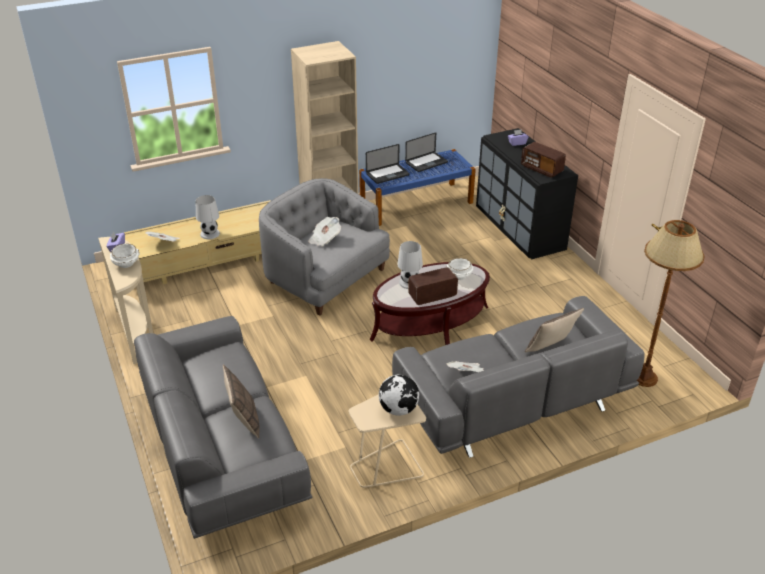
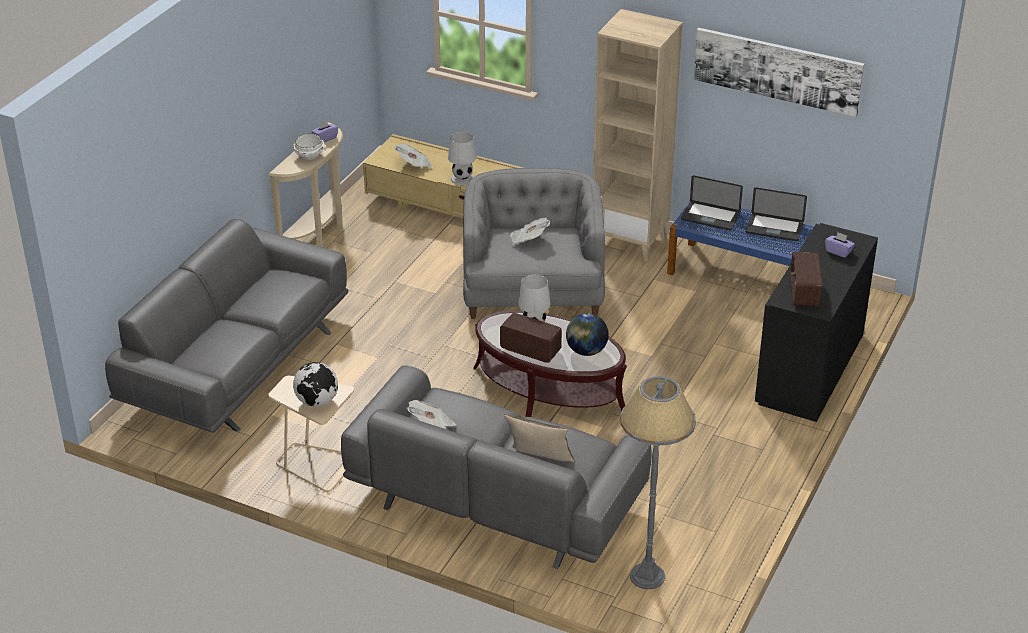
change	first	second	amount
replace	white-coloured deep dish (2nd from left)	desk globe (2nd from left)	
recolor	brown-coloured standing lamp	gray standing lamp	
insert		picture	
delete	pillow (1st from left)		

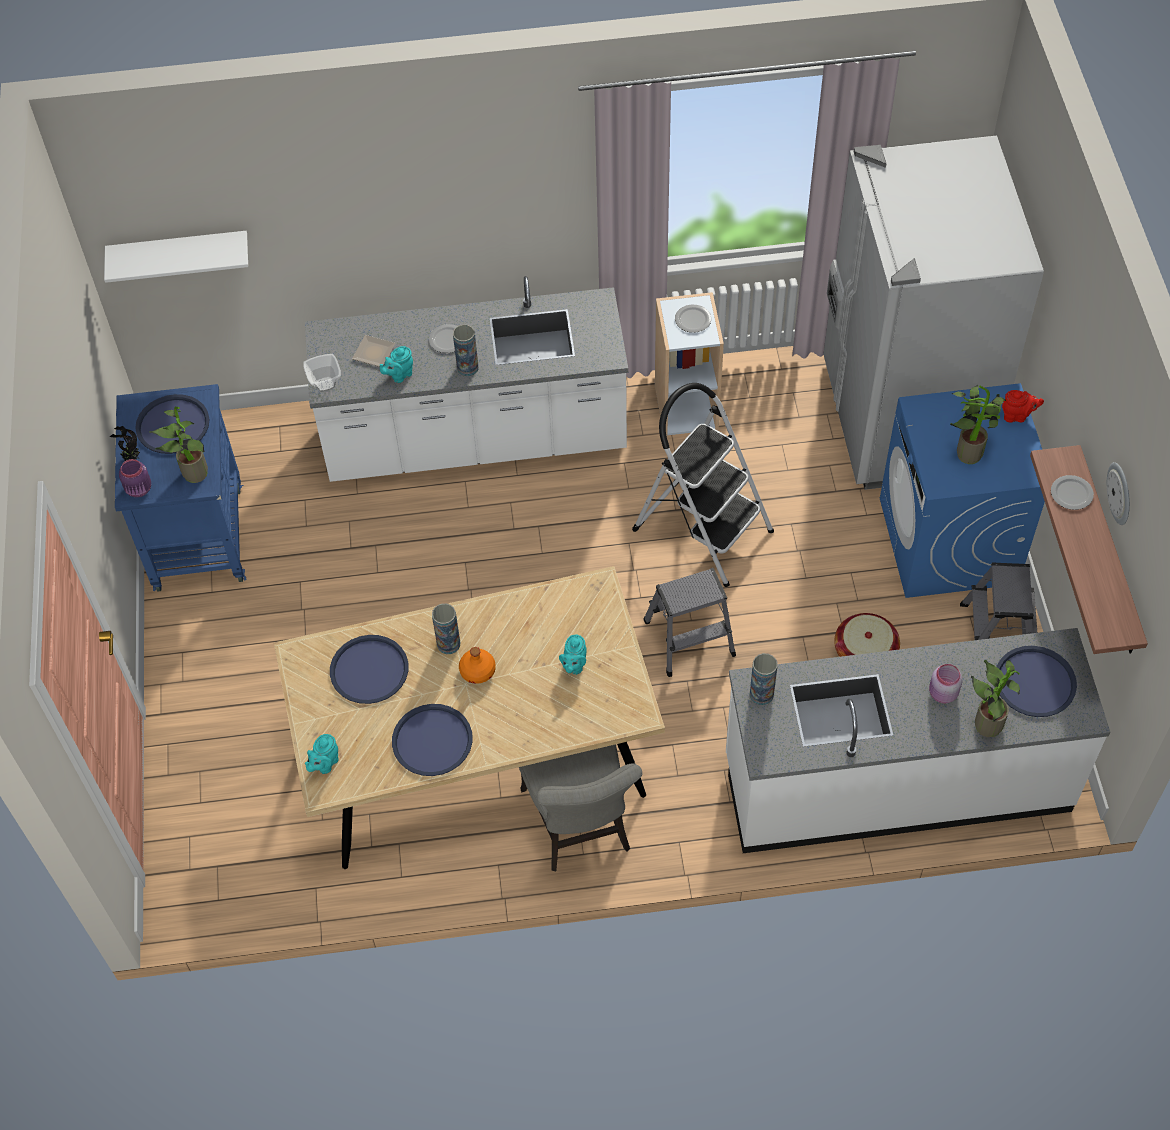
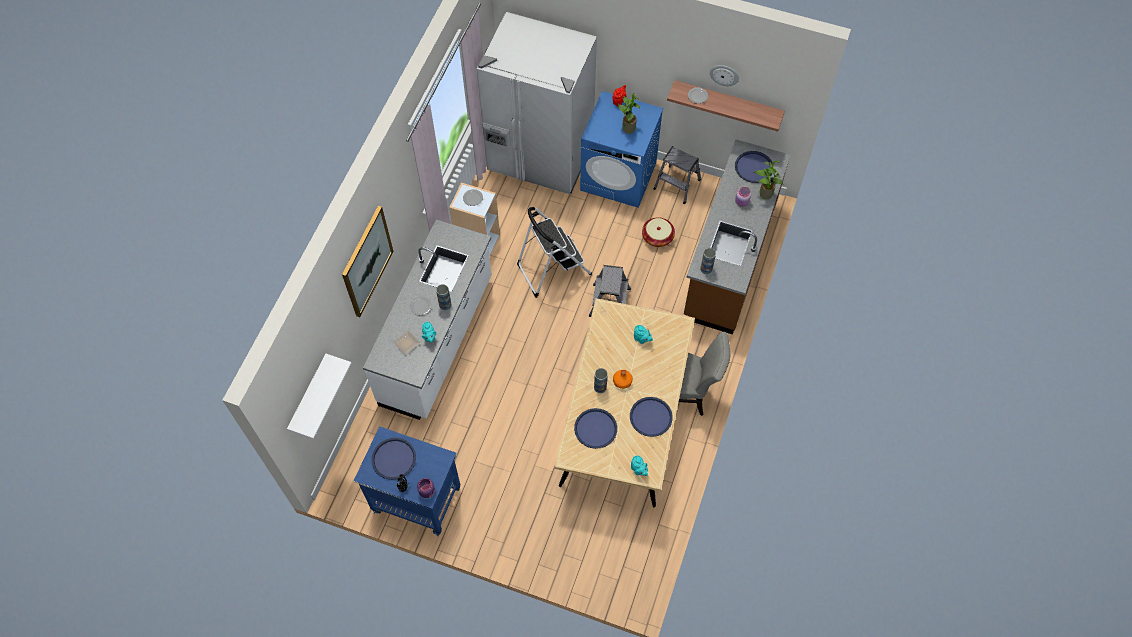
change	first	second	amount
insert		picture	
recolor	white-coloured kitchen base unit (2nd from left)	brown-coloured kitchen base unit	
delete	potted plant (2nd from left)		
delete	deep dish		

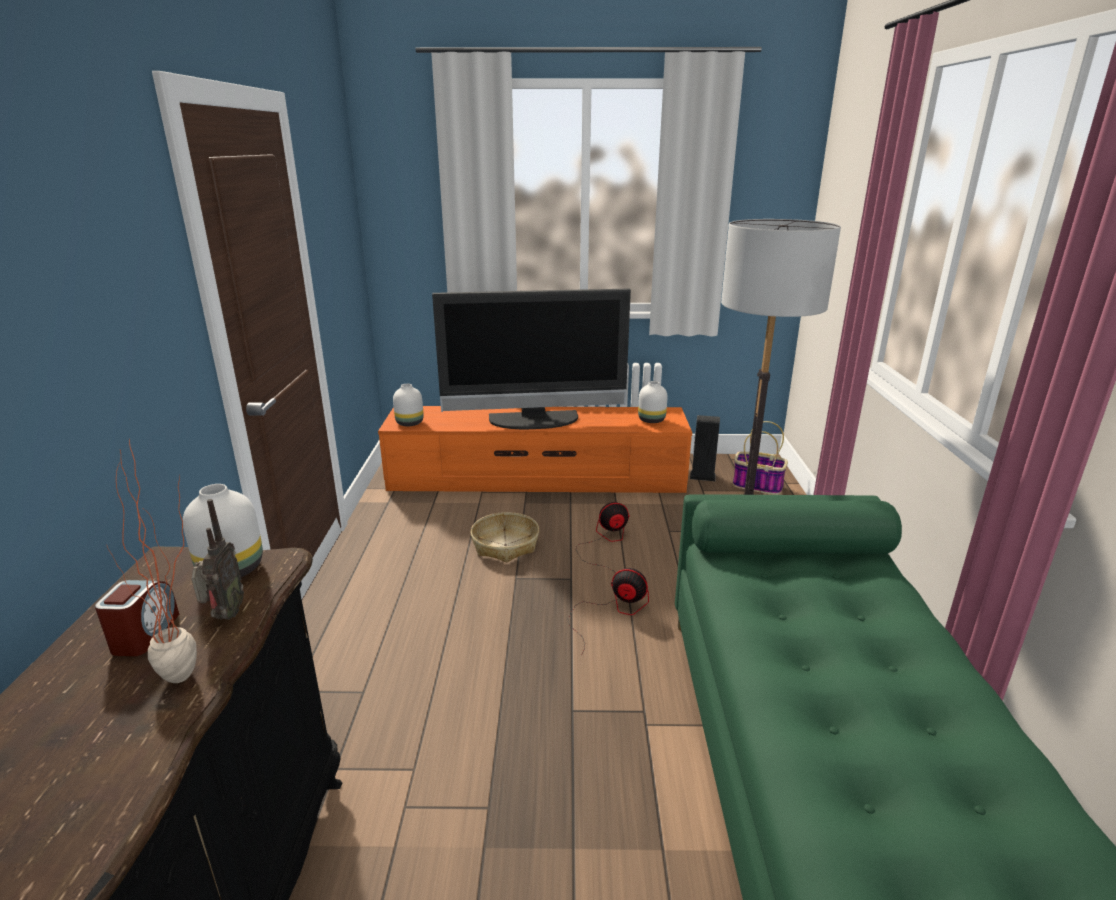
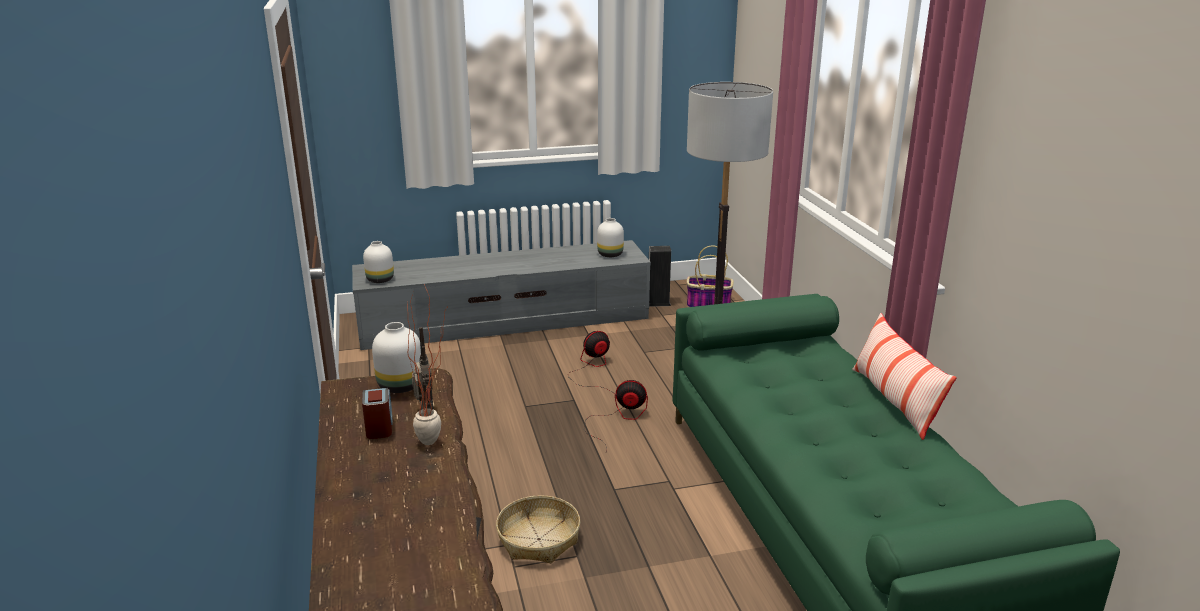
change	first	second	amount
recolor	orange tv unit	gray tv unit	
move	storage basket (1st from left)		
insert		pillow	
delete	TV set		

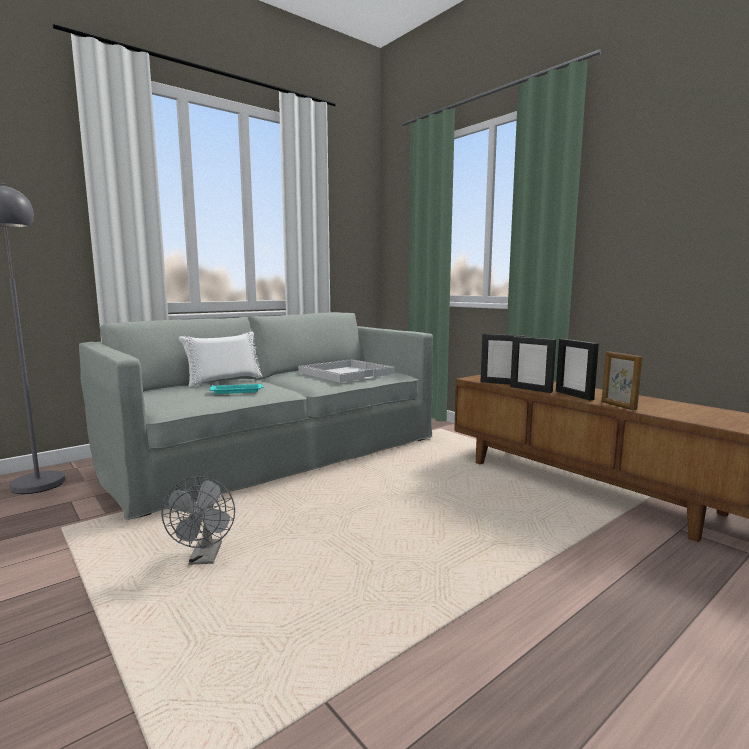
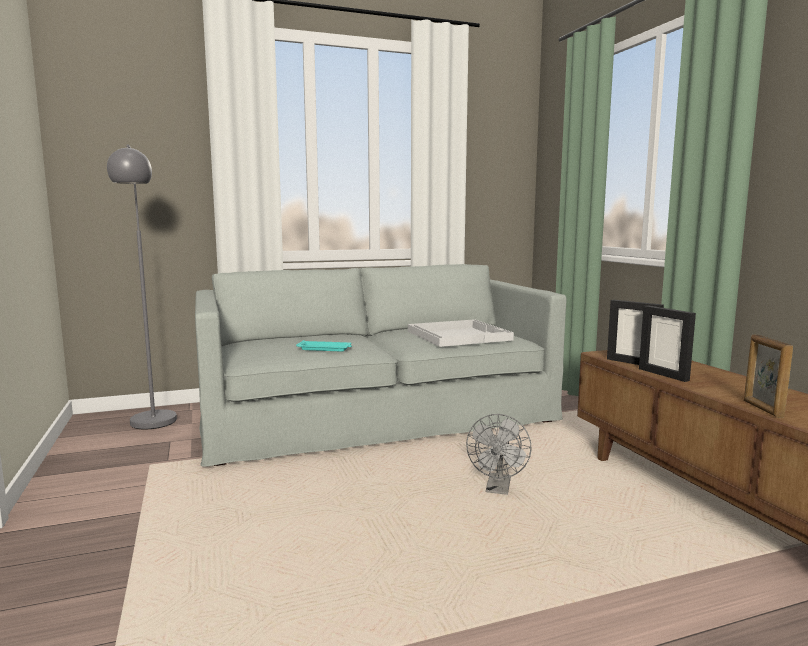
change	first	second	amount
move	gray electric fan		
delete	white-coloured pillow		
delete	standing frame (3rd from left)		

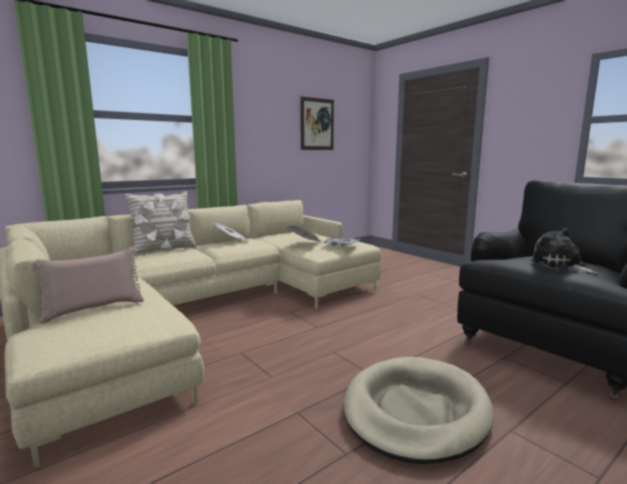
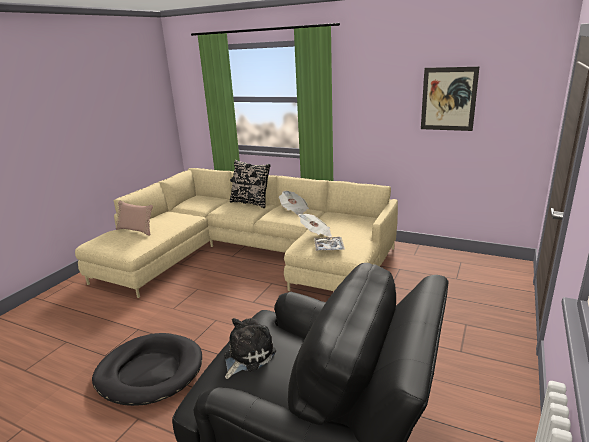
change	first	second	amount
recolor	sand-coloured pet bed	black pet bed	
recolor	sand-coloured pillow (2nd from left)	black pillow	

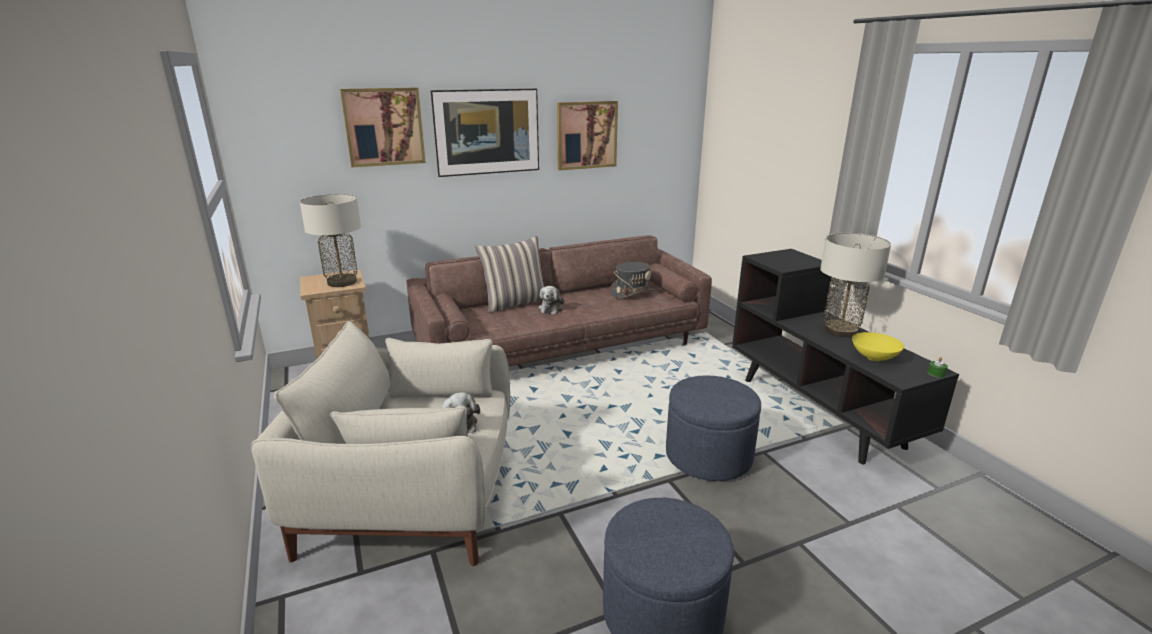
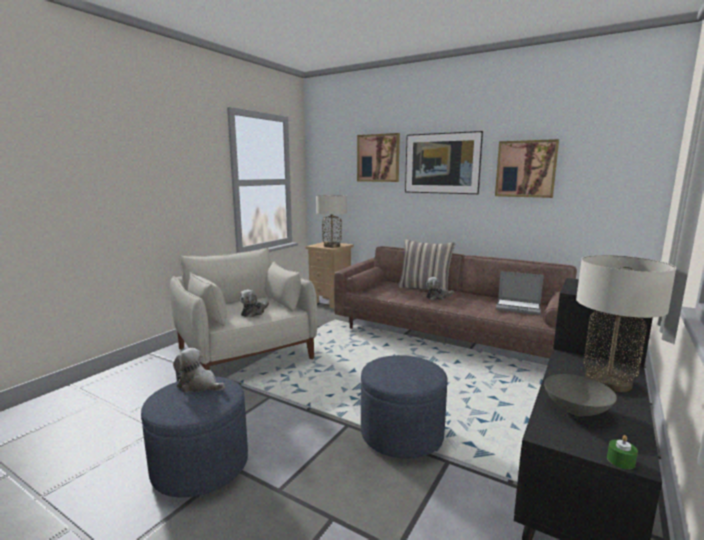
change	first	second	amount
insert		soft toy (1st from left)	
replace	gray wearable hat	portable computer	
recolor	yellow-coloured deep dish	gray deep dish	

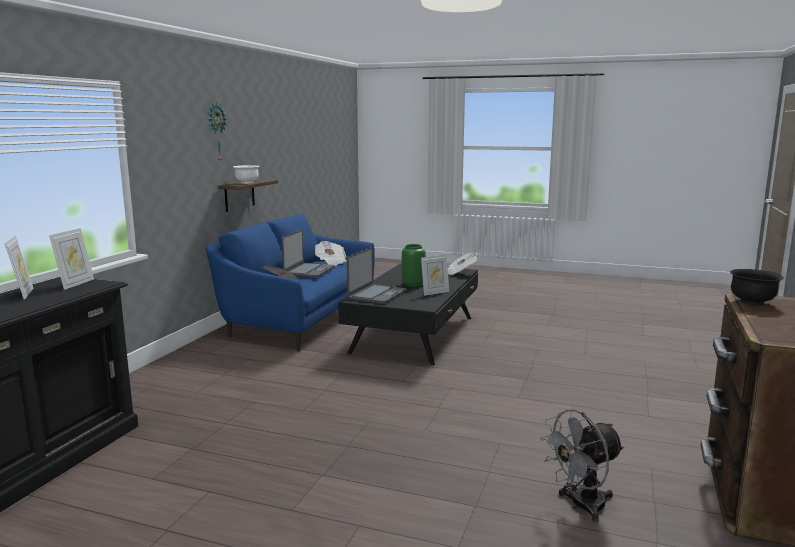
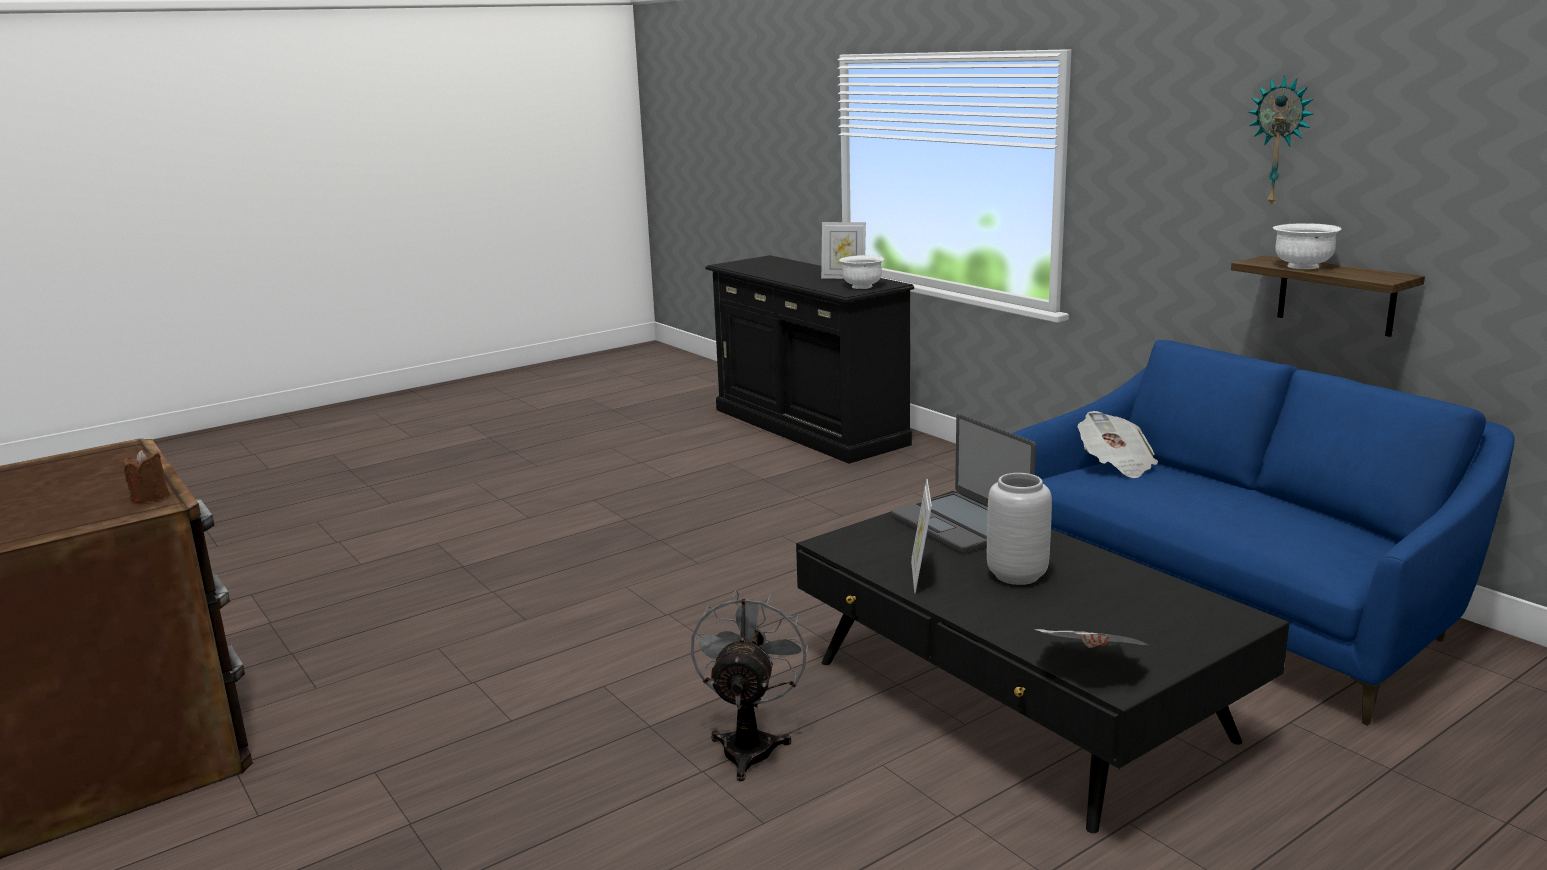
change	first	second	amount
replace	black deep dish	brown-coloured wax light	
move	gray electric fan		
replace	standing frame (2nd from left)	white-coloured deep dish (1st from left)	
recolor	green decorative vase	gray decorative vase	
delete	portable computer (1st from left)		
delete	printed paper (2nd from left)		

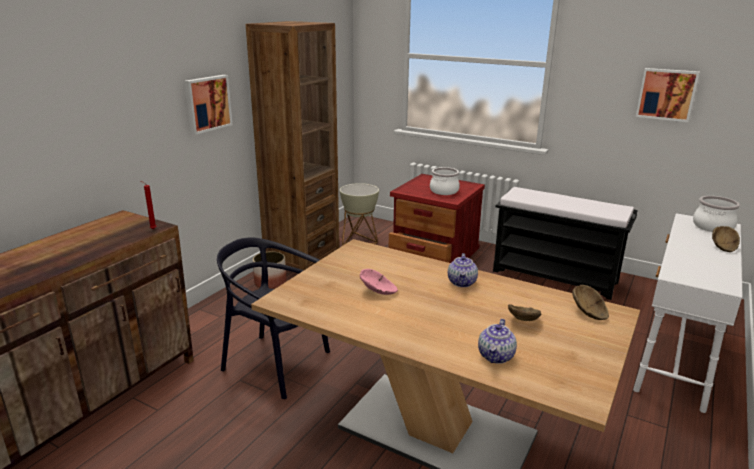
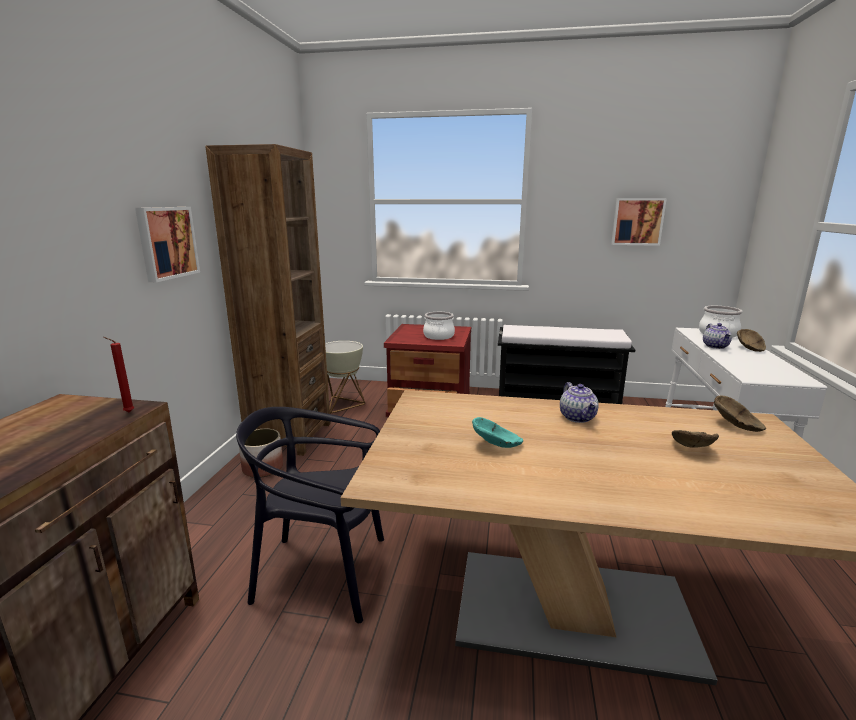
change	first	second	amount
recolor	pink-coloured deep dish	turquoise deep dish	
move	pot for tea (2nd from left)		

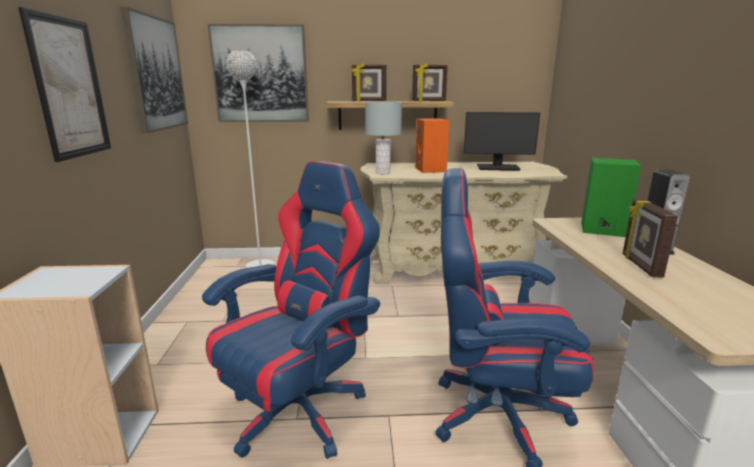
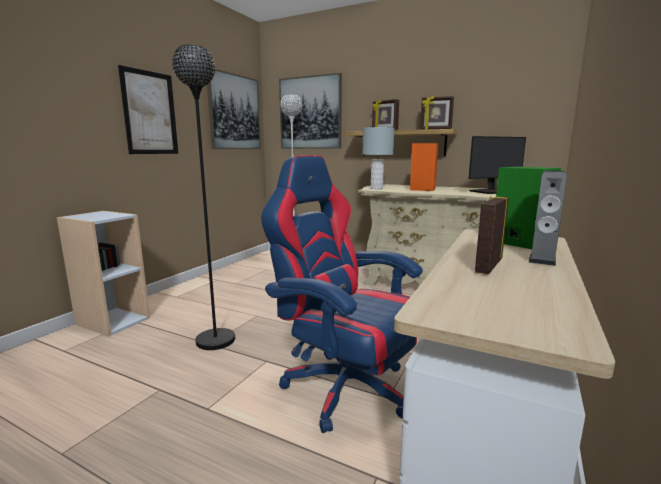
change	first	second	amount
replace	bluish desk chair (1st from left)	black standing lamp	
rotate	computer display		60 degrees counterclockwise

